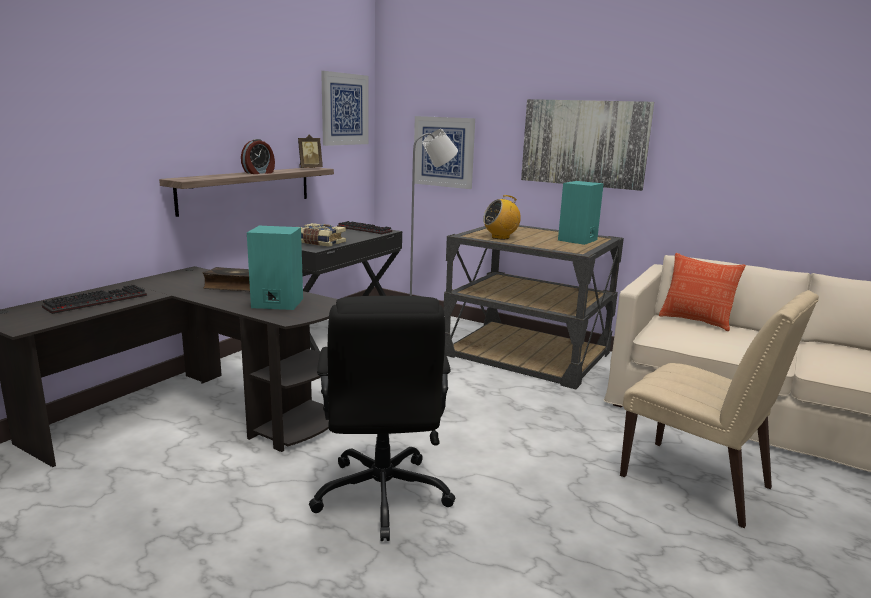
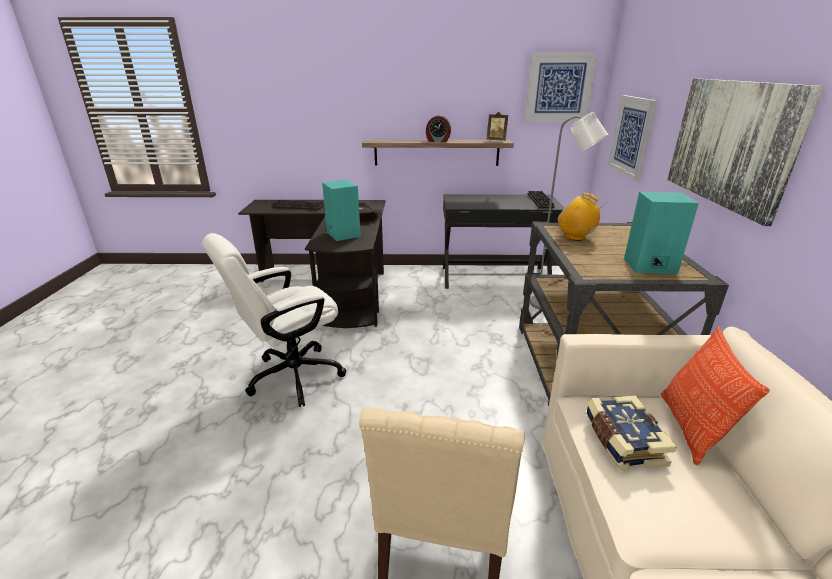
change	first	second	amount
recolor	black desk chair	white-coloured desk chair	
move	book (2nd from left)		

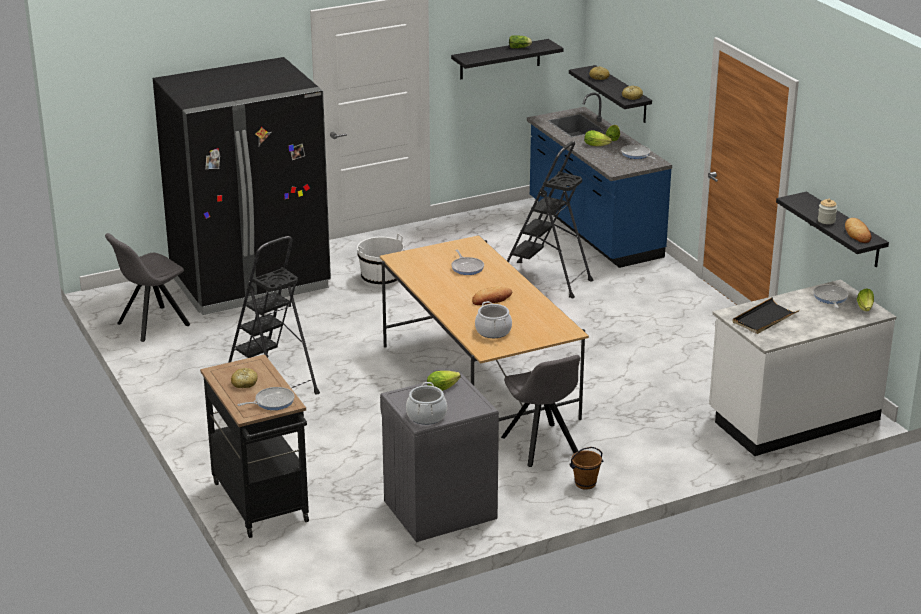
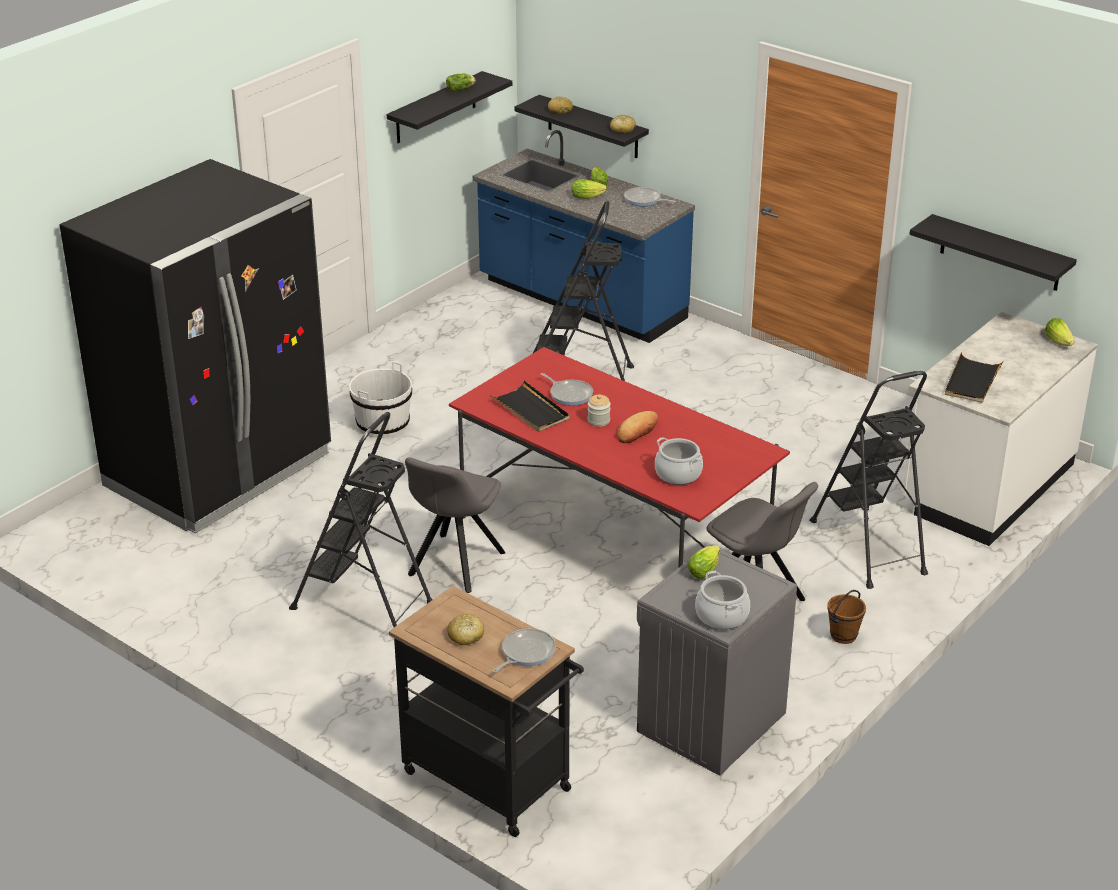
change	first	second	amount
move	gray upright chair (1st from left)		
recolor	sand-coloured dining table	reddish dining table	
insert		black tray (1st from left)	
move	preserve jar		
insert		step ladder (3rd from left)	
delete	pan (4th from left)		
delete	bread (5th from left)		

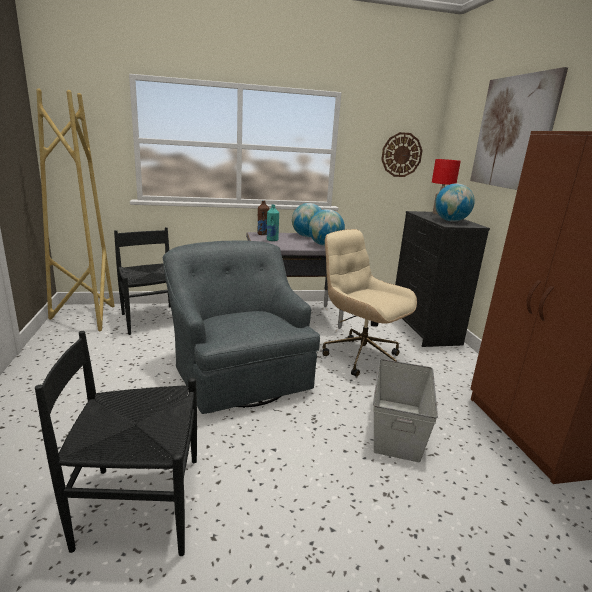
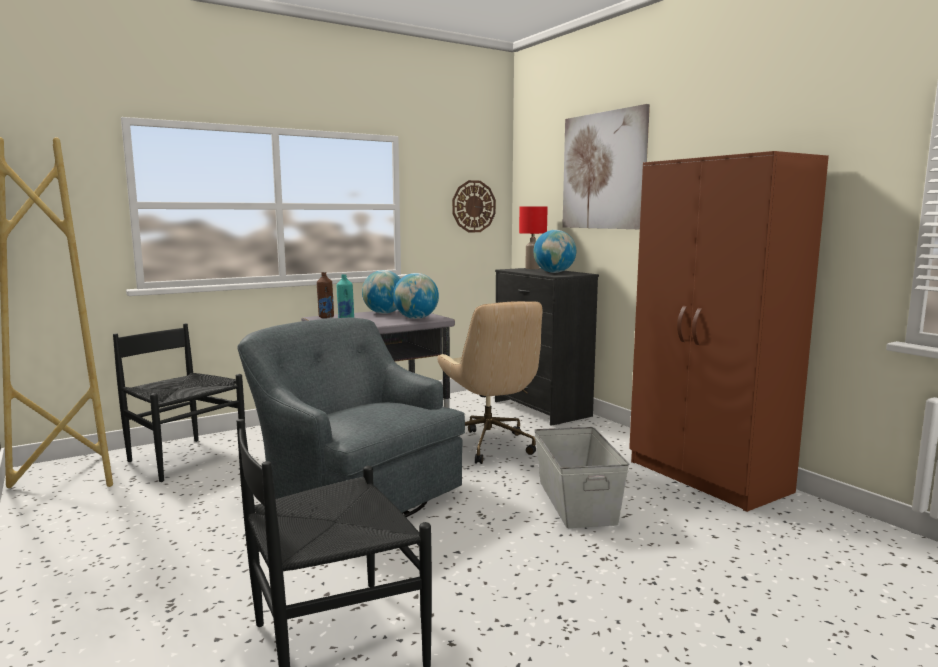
change	first	second	amount
rotate	sand-coloured desk chair		135 degrees counterclockwise

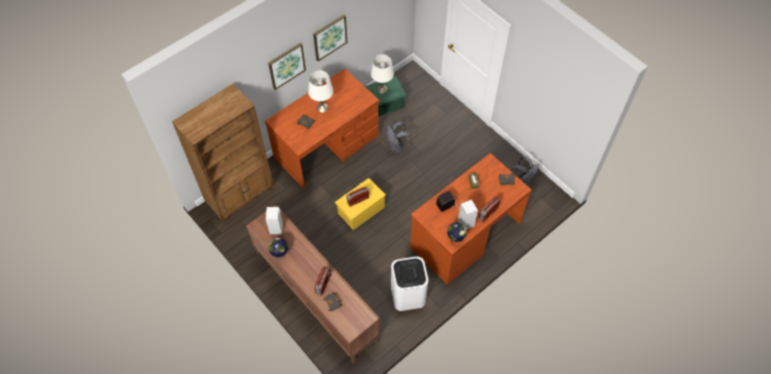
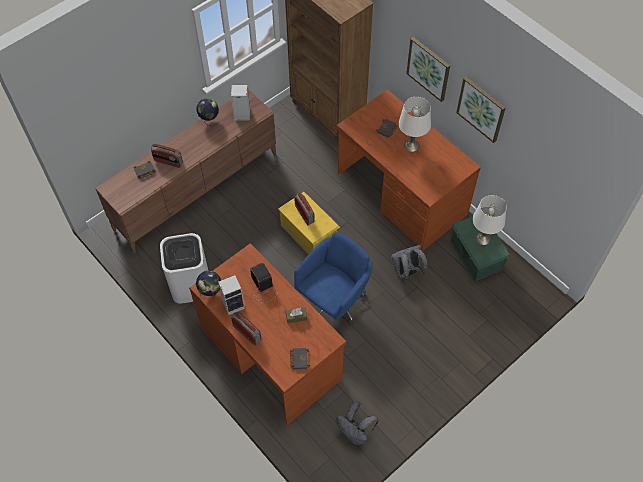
change	first	second	amount
insert		bluish desk chair	

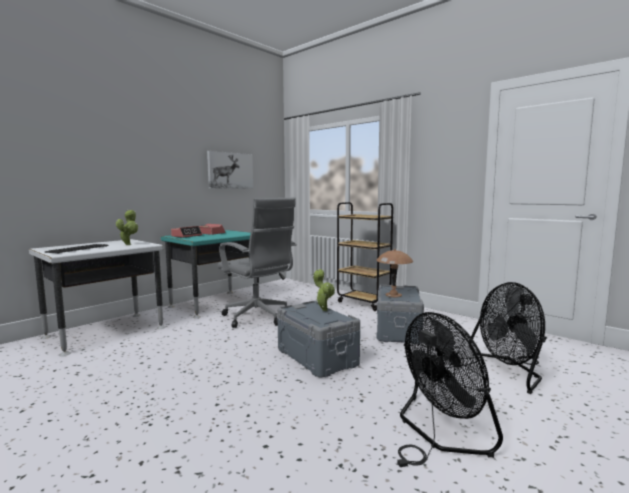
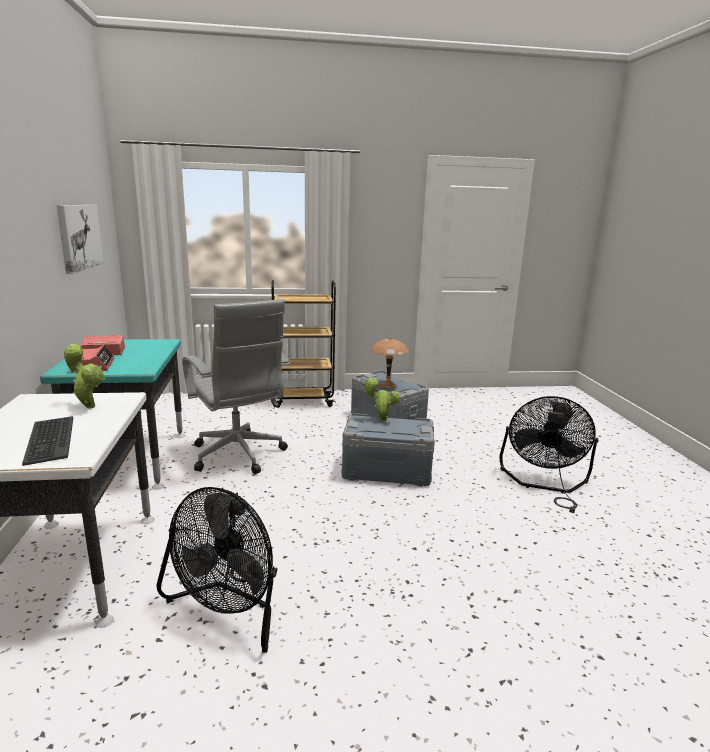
change	first	second	amount
move	black electric fan (2nd from left in the first image)	black electric fan (1st from left)	
rotate	gray desk chair		60 degrees clockwise

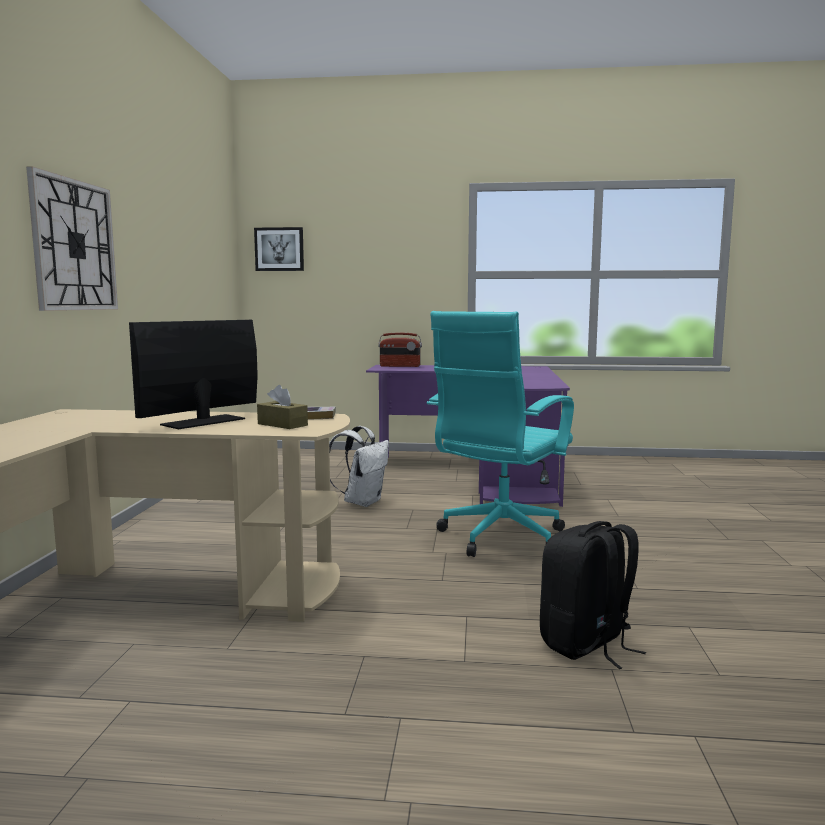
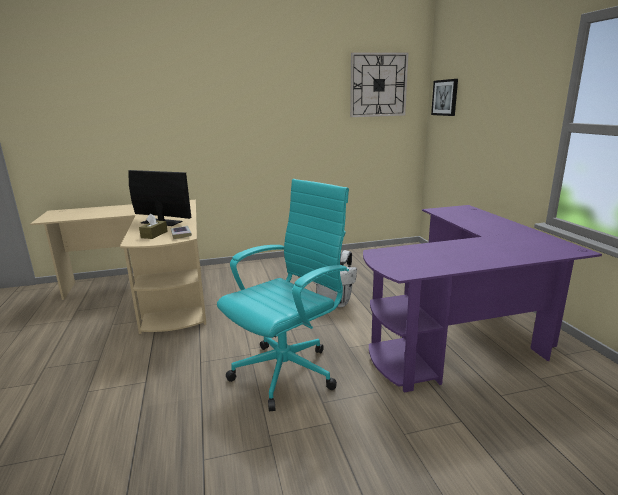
change	first	second	amount
rotate	turquoise desk chair		120 degrees clockwise
move	wall clock		
delete	radio set		
delete	black knapsack		

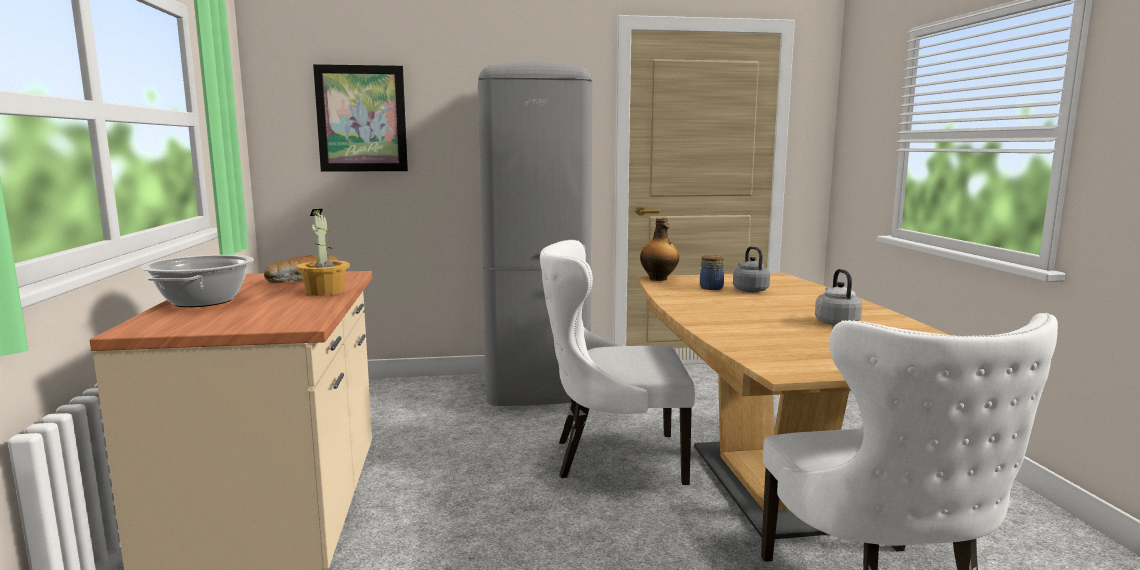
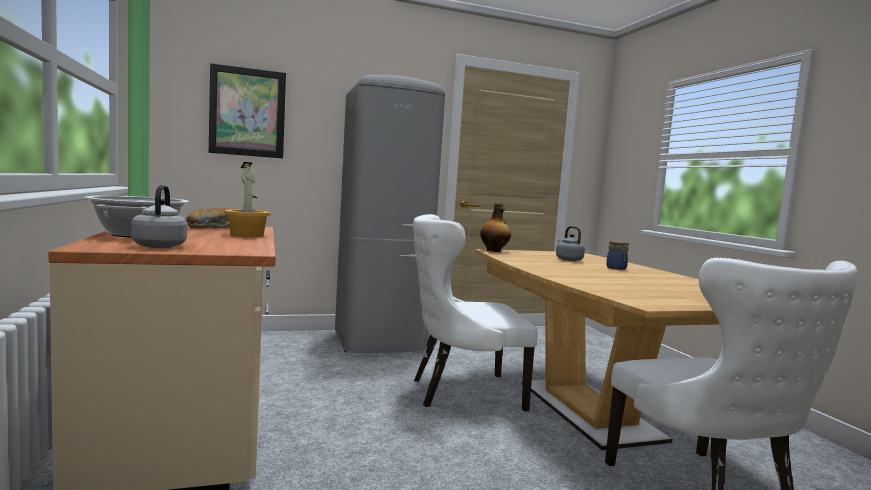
change	first	second	amount
move	gray tea kettle (2nd from left in the first image)	gray tea kettle (1st from left)	
move	preserve jar		

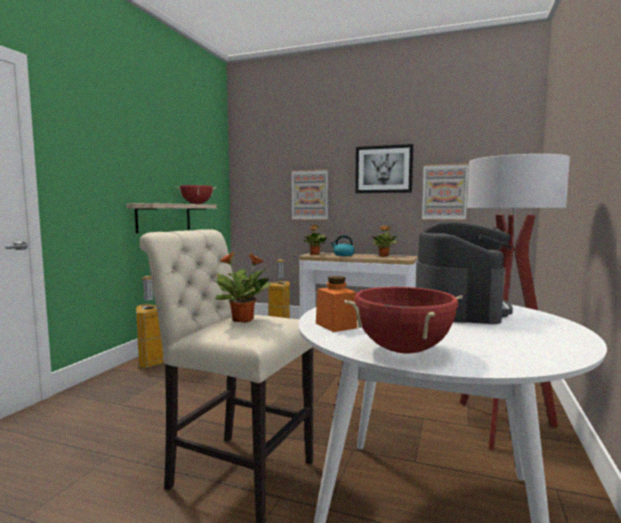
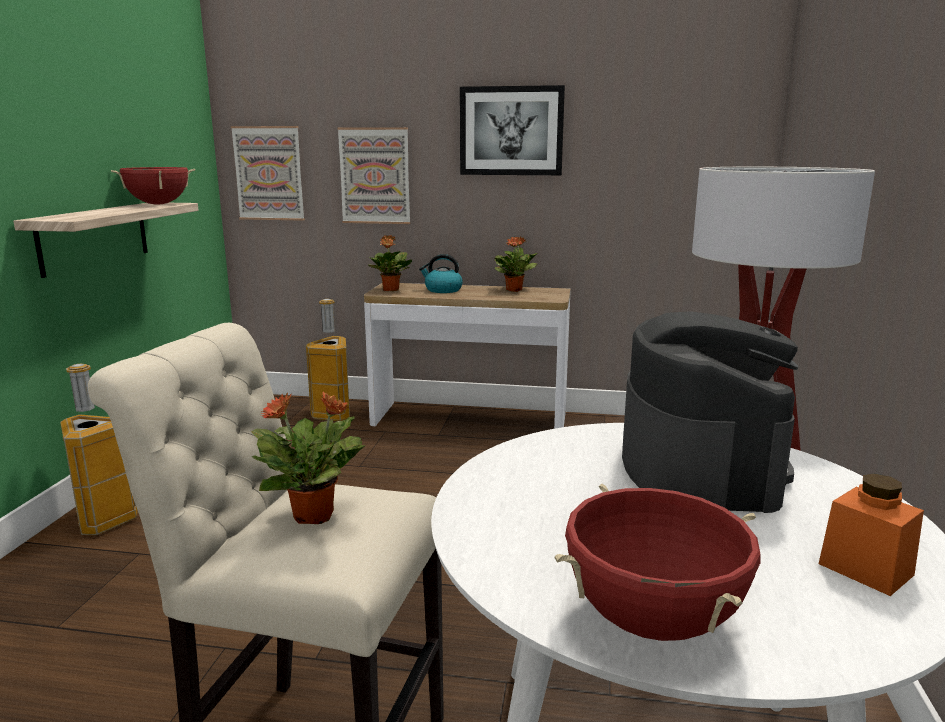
change	first	second	amount
move	picture (3rd from left in the first image)	picture (1st from left)	
move	orange preserve jar		

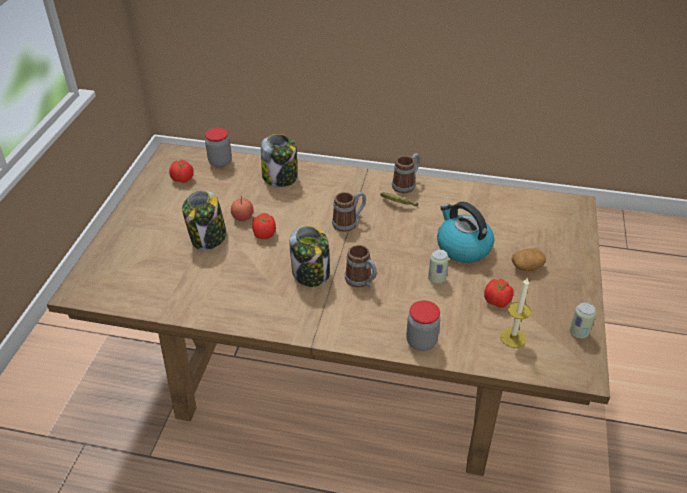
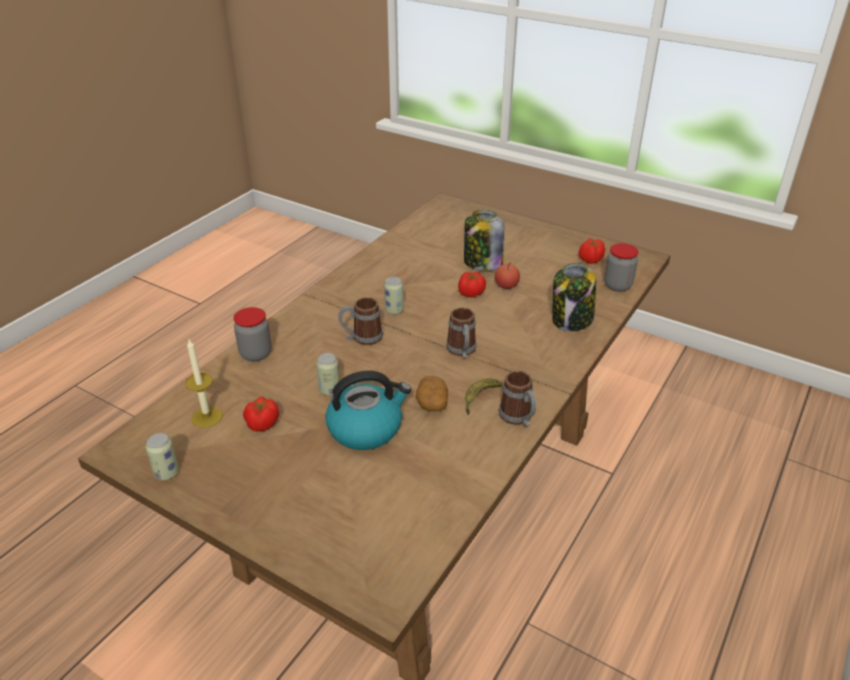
change	first	second	amount
replace	preserve jar (4th from left)	sealed can (3rd from left)	
move	whole potato		

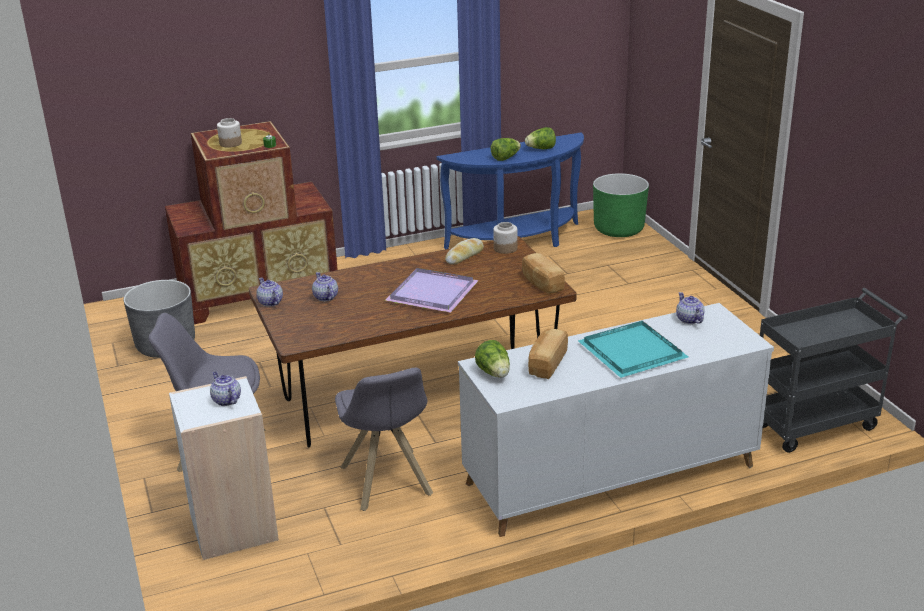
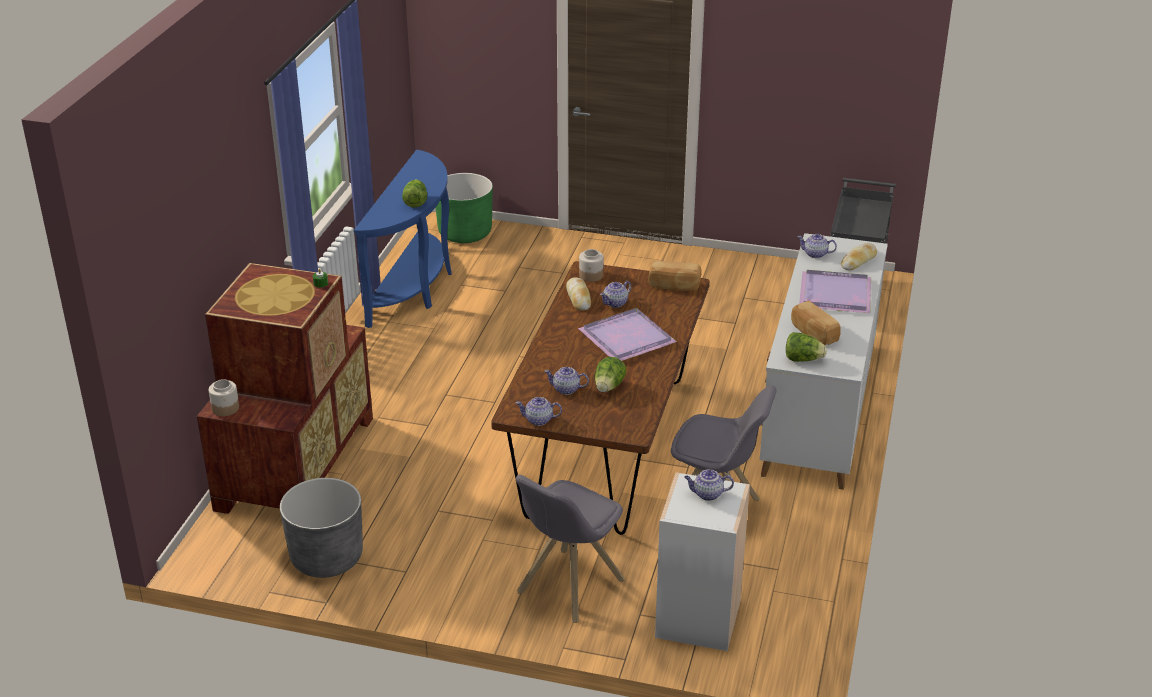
change	first	second	amount
move	preserve jar (1st from left)		
move	lettuce (3rd from left in the first image)	lettuce (2nd from left)	
insert		pot for tea (3rd from left)	
recolor	turquoise tray	purple tray (2nd from left)	
insert		bread (4th from left)	

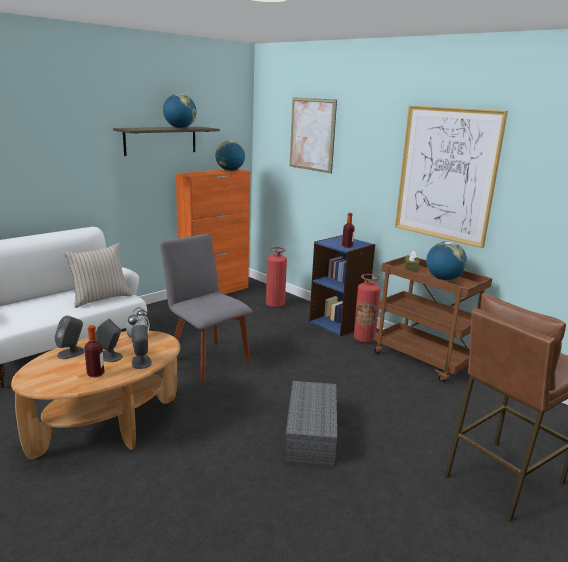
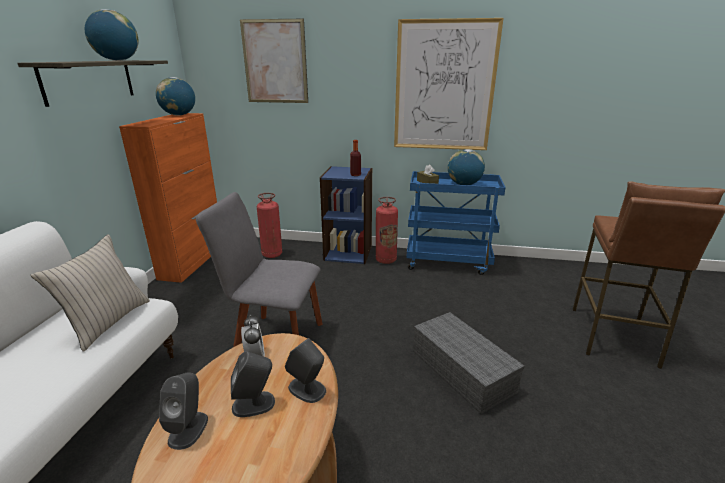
change	first	second	amount
recolor	brown-coloured wheeled cart	bluish wheeled cart	
delete	drink bottle (1st from left)		

